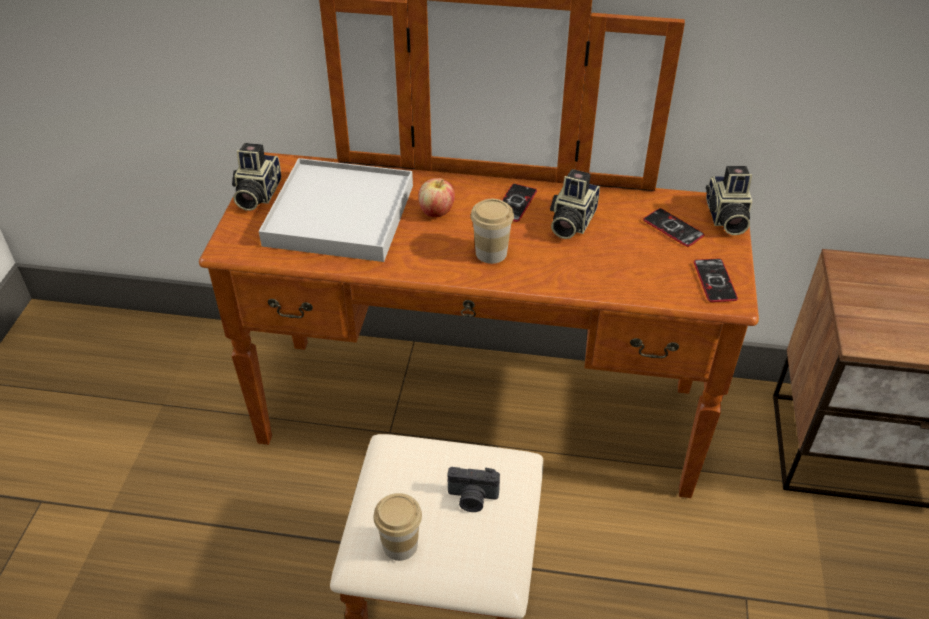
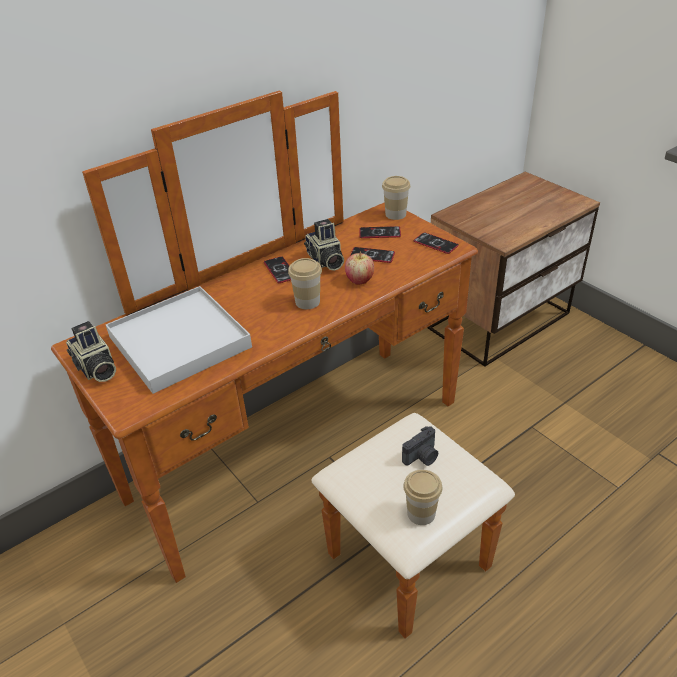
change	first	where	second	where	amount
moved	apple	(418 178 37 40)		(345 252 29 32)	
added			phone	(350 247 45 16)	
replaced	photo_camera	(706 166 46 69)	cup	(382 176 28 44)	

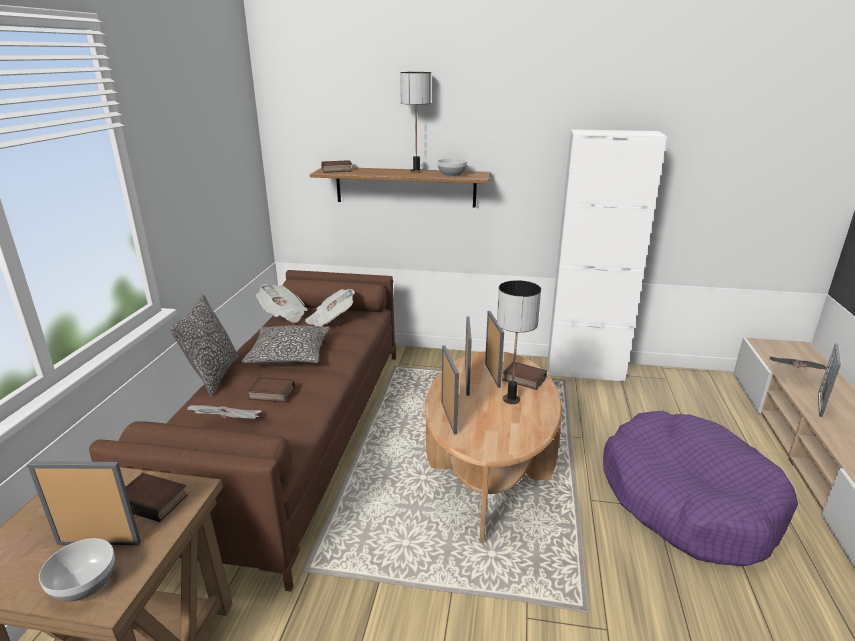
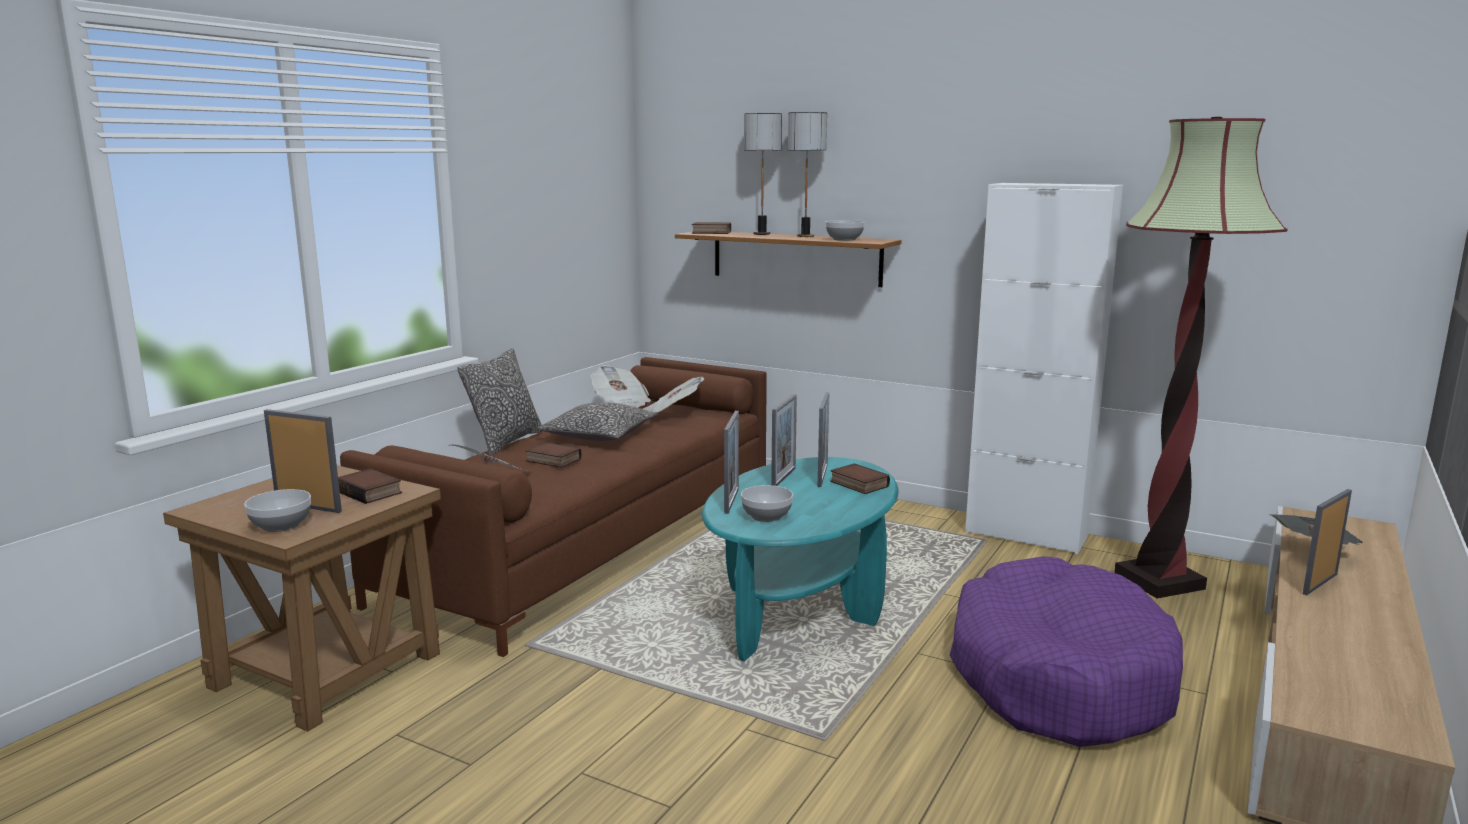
change	first	where	second	where	amount
recoloured	brown_coffee_table	(425 351 137 192)	turquoise_coffee_table	(702 457 197 204)	
added			bowl	(741 485 52 37)	
moved	table_lamp	(497 280 44 124)		(744 113 38 122)	
added			floor_lamp	(1114 117 174 481)	

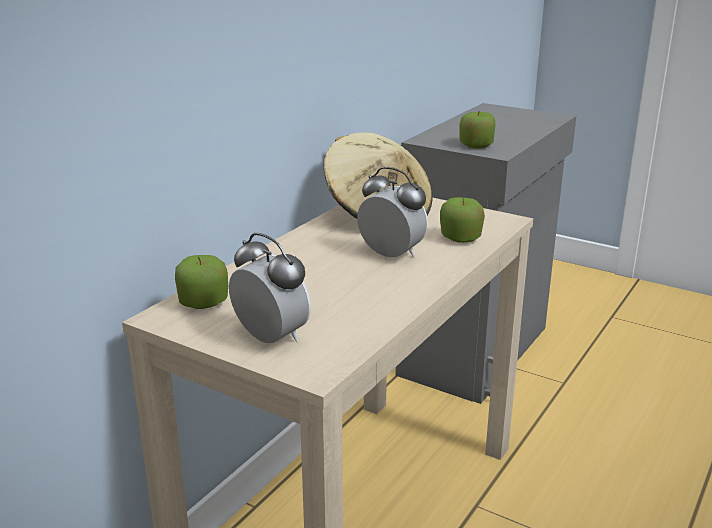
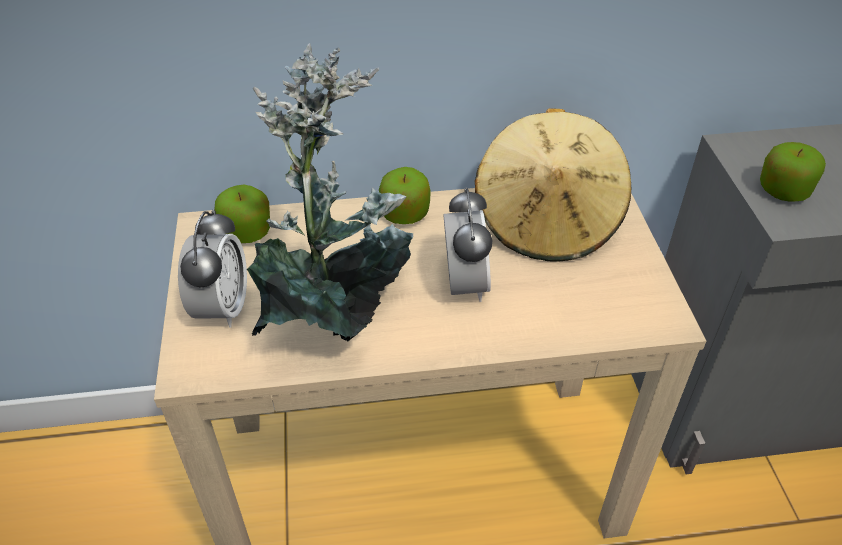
change	first	where	second	where	amount
added			potted_plant	(247 43 166 299)	
moved	apple	(440 197 45 46)		(379 167 52 57)	

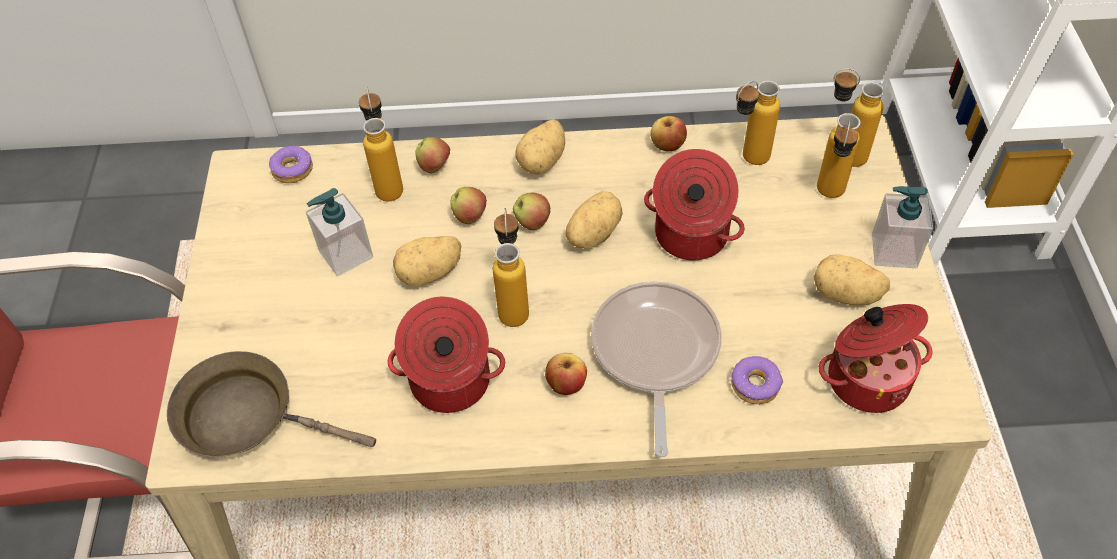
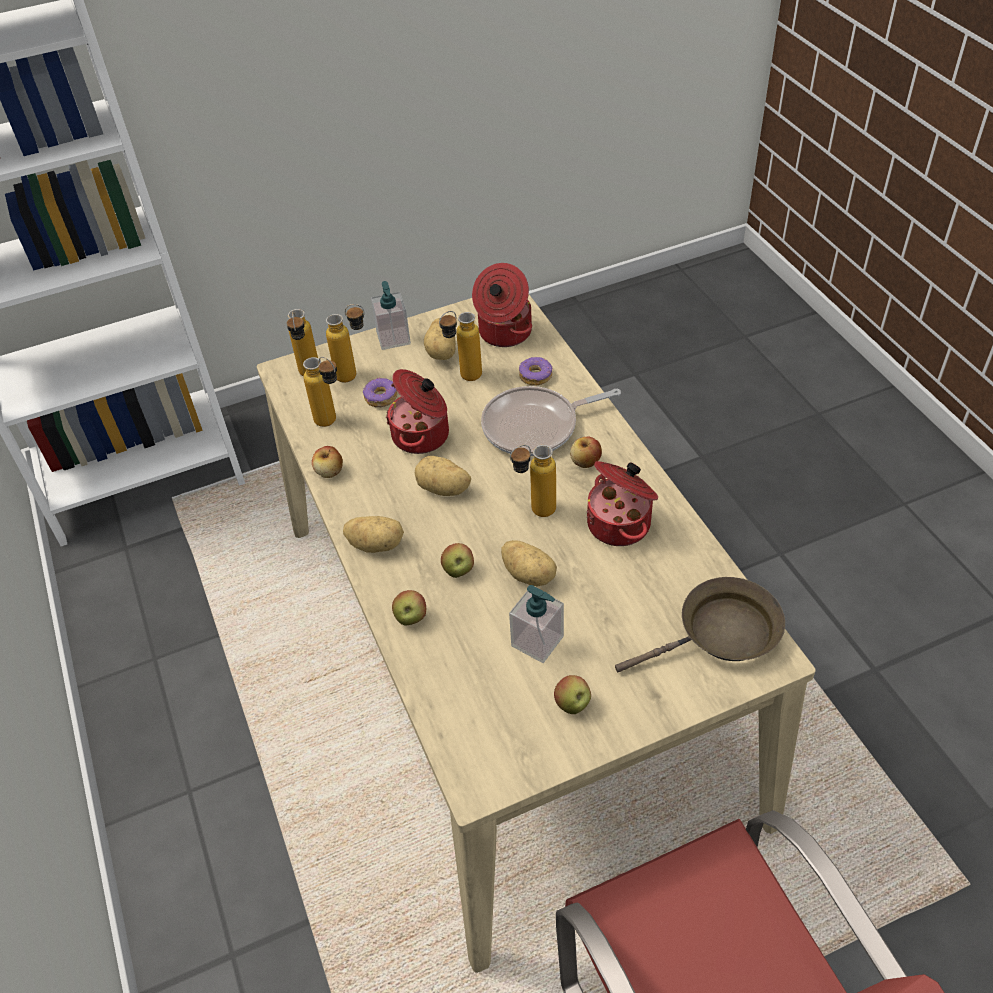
change	first	where	second	where	amount
moved	donut	(269 146 44 37)		(363 377 34 30)	
moved	bottle	(359 87 44 114)		(439 311 43 70)	
moved	apple	(513 193 37 37)		(554 675 37 39)	
turned	brown_frying_pan	(167 351 209 106)		(615 577 170 95)	105 degrees counterclockwise

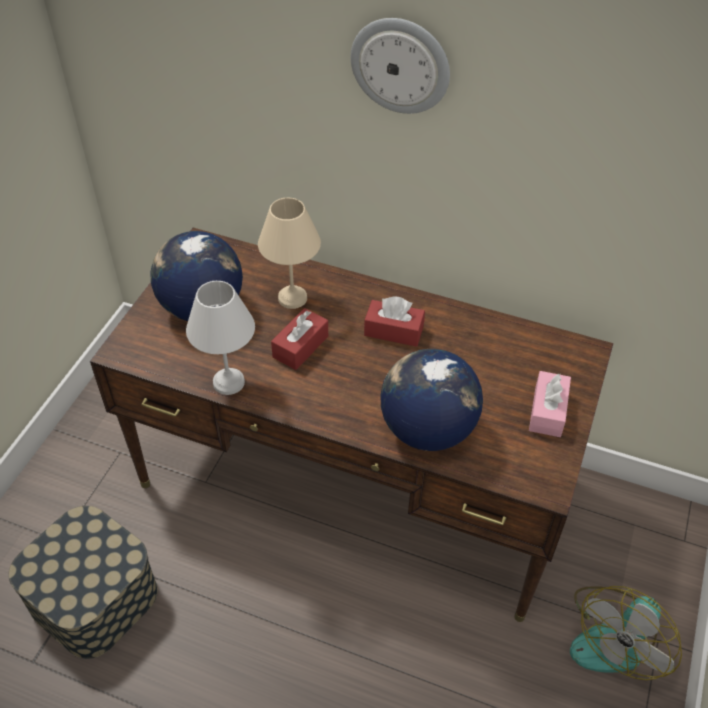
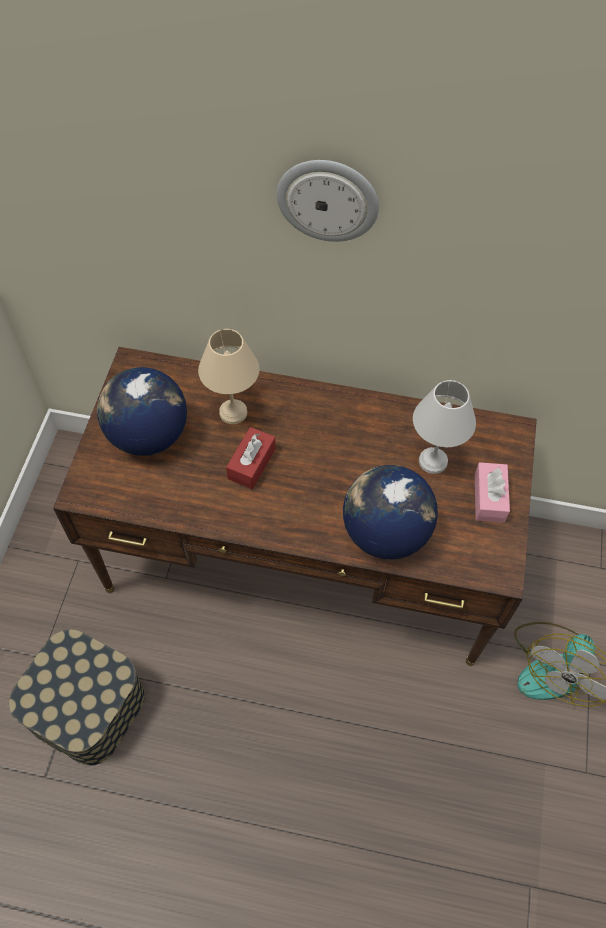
change	first	where	second	where	amount
moved	white_table_lamp	(186 281 69 114)		(413 380 63 94)	
removed	red_tissue_box	(364 296 61 51)			

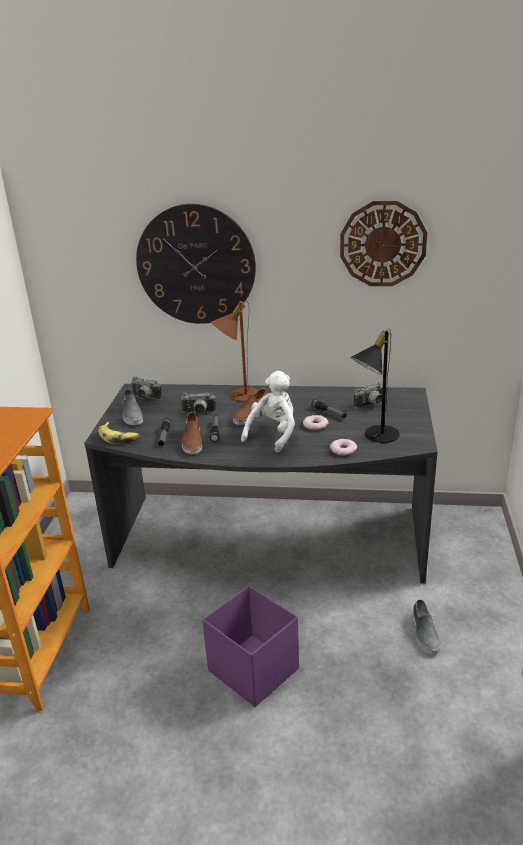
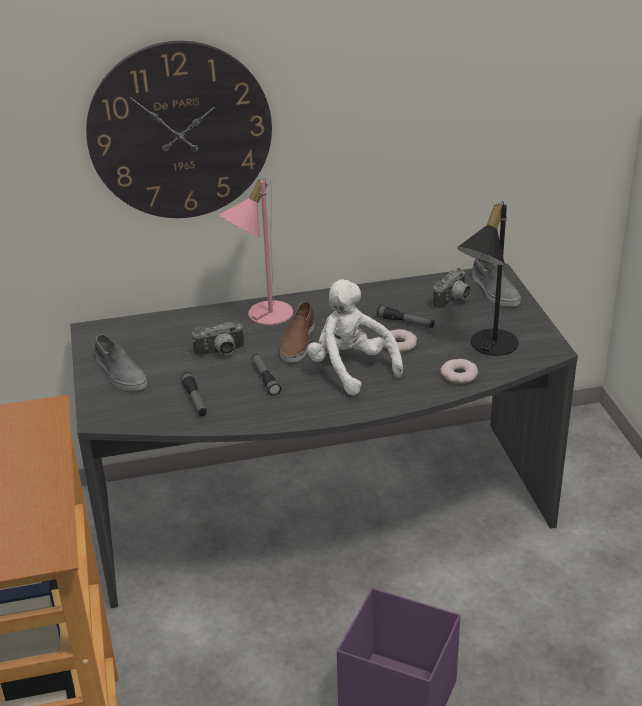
change	first	where	second	where	amount
recoloured	brown_table_lamp	(211 301 47 101)	pink_table_lamp	(219 178 74 147)	
turned	white_plush_toy	(241 371 54 81)		(307 279 96 116)	45 degrees counterclockwise
moved	grey_shoe	(413 600 27 55)		(472 258 49 49)	
removed	banana	(98 422 42 22)			
removed	photo_camera	(131 376 31 24)			
removed	brown_shoe	(181 412 21 42)			
removed	wall_clock	(340 201 87 85)			

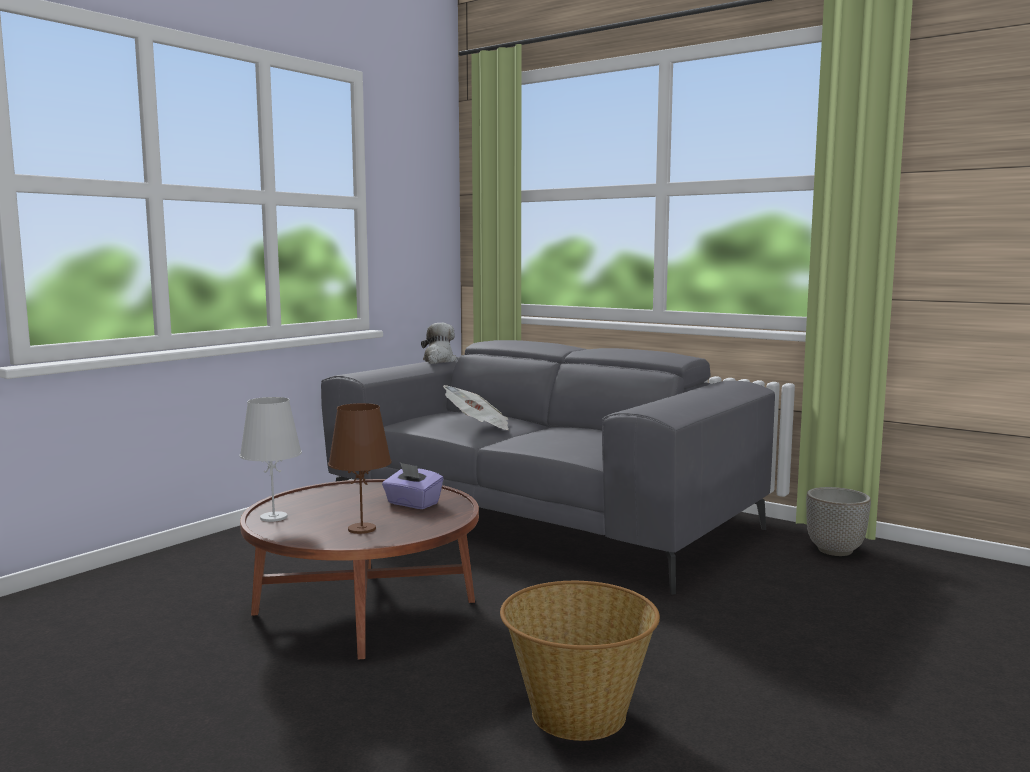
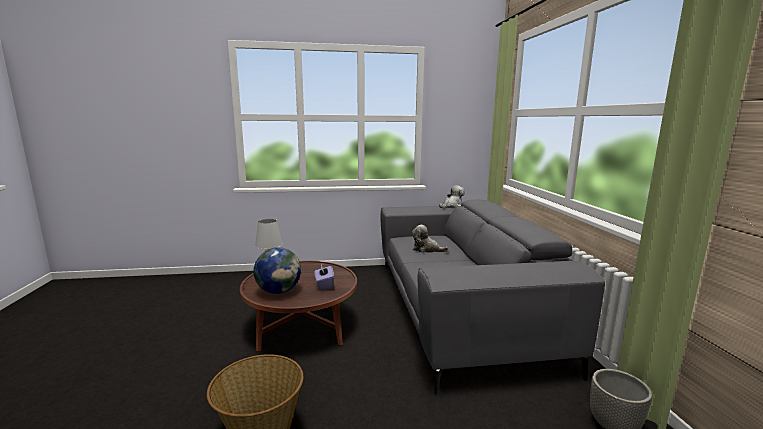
change	first	where	second	where	amount
replaced	brown_table_lamp	(328 403 64 131)	globe	(253 247 48 47)	
replaced	newspaper	(443 385 66 45)	plush_toy	(412 225 36 28)	

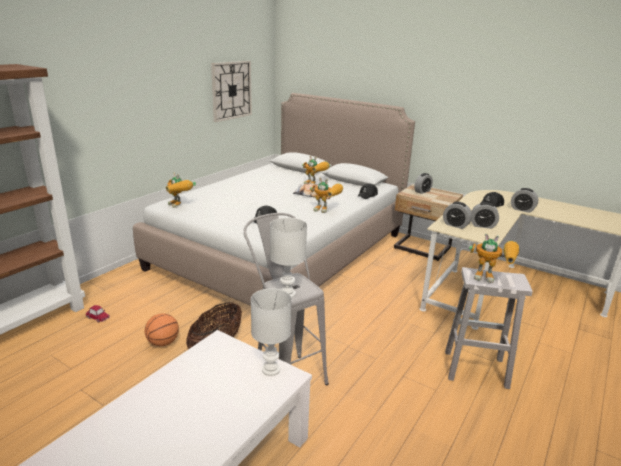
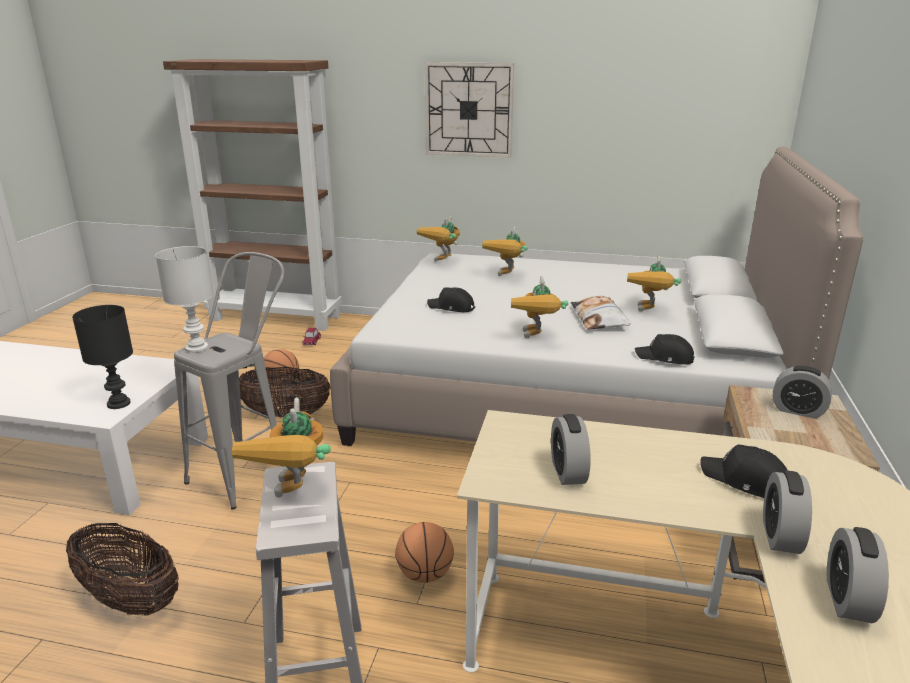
change	first	where	second	where	amount
added			basket	(66 523 113 93)	
recoloured	white_table_lamp	(251 288 41 88)	black_table_lamp	(72 305 61 104)	
added			basketball	(395 522 59 61)	
moved	wall_clock	(211 61 41 61)		(424 62 90 95)	
added			toy_robot	(482 226 46 50)	
moved	alarm_clock	(443 202 29 27)		(827 527 62 96)	

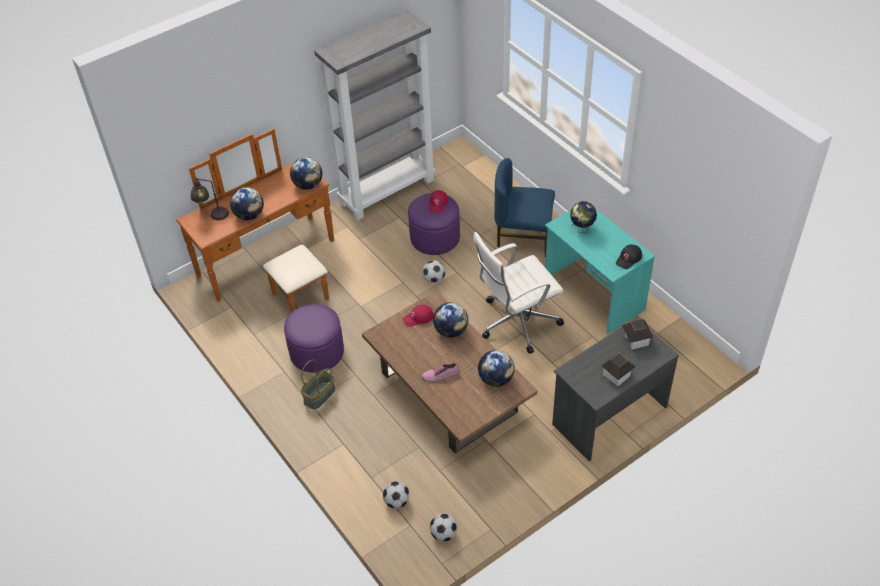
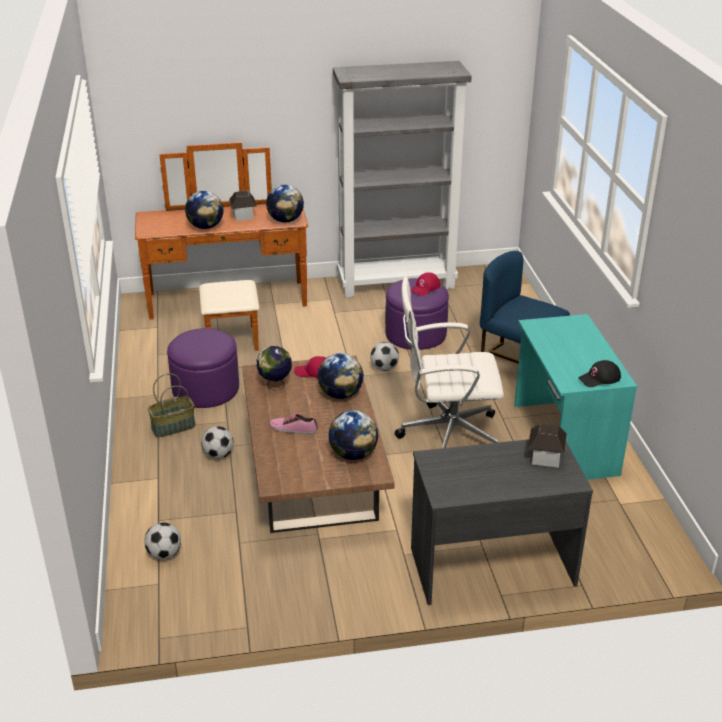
change	first	where	second	where	amount
moved	football	(430 513 27 29)		(201 426 33 33)	
moved	toy_house	(601 353 35 33)		(229 190 28 31)	
moved	globe	(570 201 27 32)		(257 346 35 45)	
removed	table_lamp	(191 178 38 42)			

